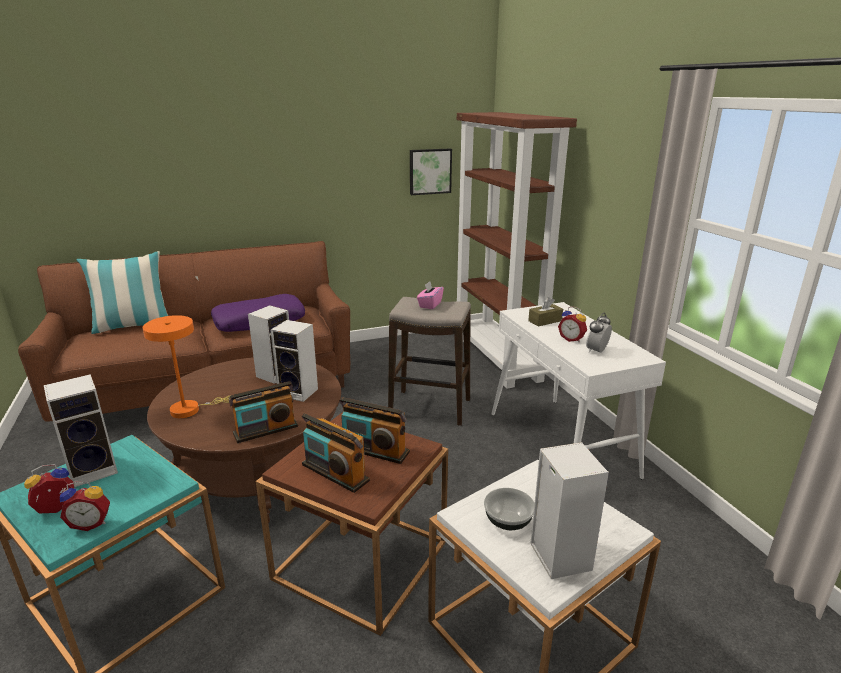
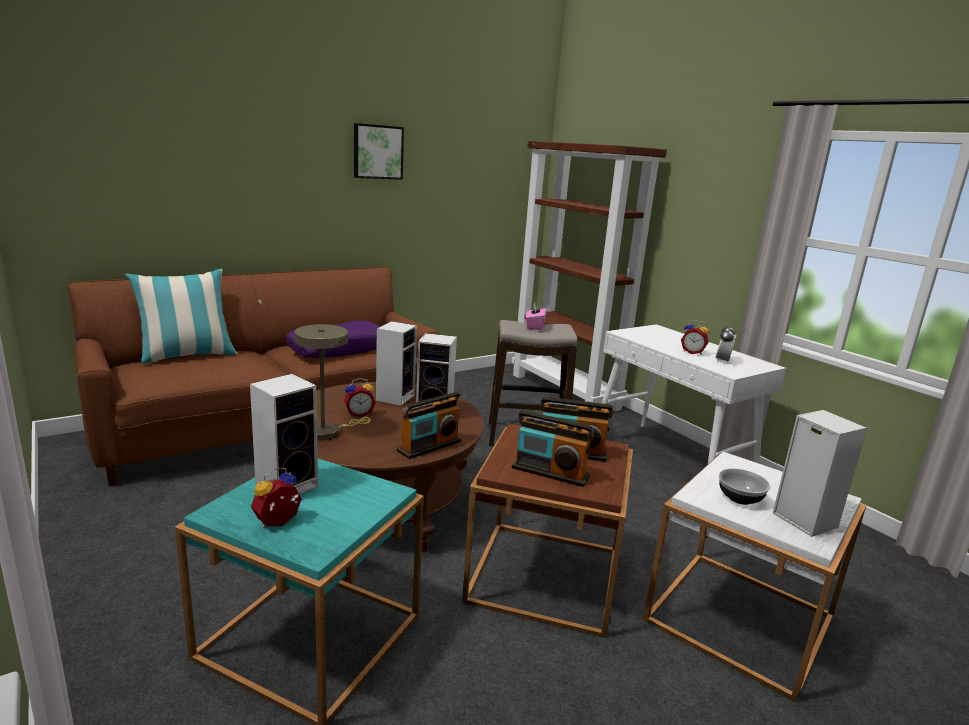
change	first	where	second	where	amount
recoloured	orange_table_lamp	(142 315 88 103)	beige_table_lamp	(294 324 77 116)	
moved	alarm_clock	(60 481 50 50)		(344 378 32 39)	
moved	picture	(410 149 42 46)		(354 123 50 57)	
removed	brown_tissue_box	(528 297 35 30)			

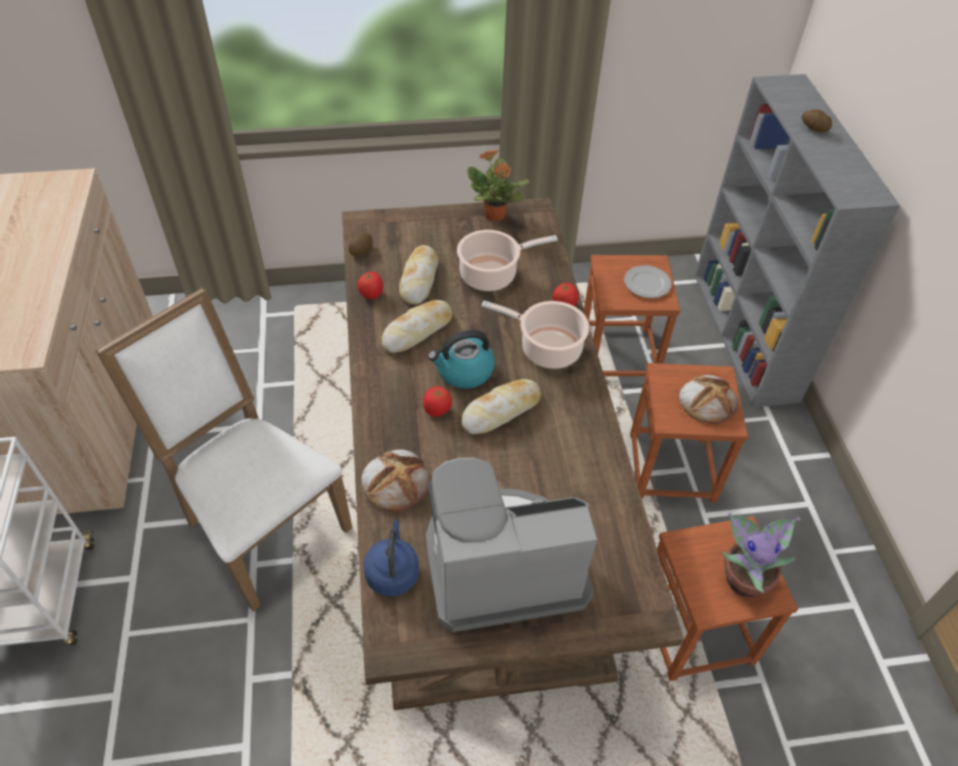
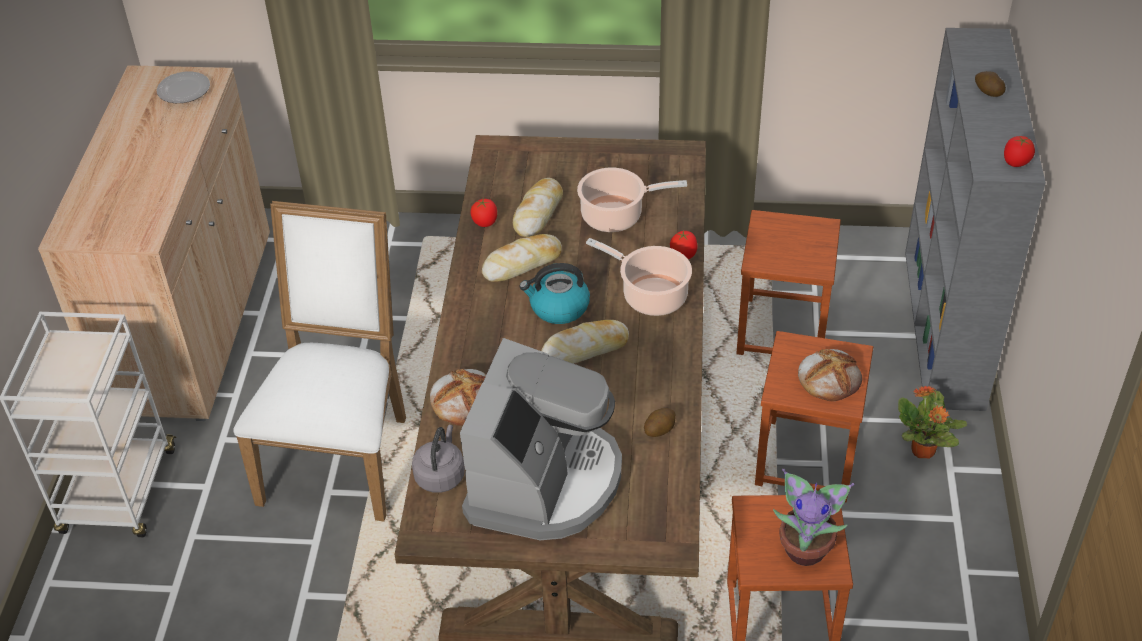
change	first	where	second	where	amount
moved	plate	(624 265 48 33)		(157 71 53 32)	
turned	white_chair	(95 287 257 325)		(233 201 173 320)	45 degrees clockwise
recoloured	blue_kettle	(363 520 56 77)	grey_kettle	(412 425 53 68)	
turned	coffee_machine	(426 458 171 174)		(460 338 162 202)	105 degrees clockwise
moved	potato	(348 233 24 23)		(644 408 32 29)	
moved	potted_plant	(467 150 62 71)		(898 386 69 72)	
moved	tomato	(423 386 29 31)		(1004 136 31 31)	

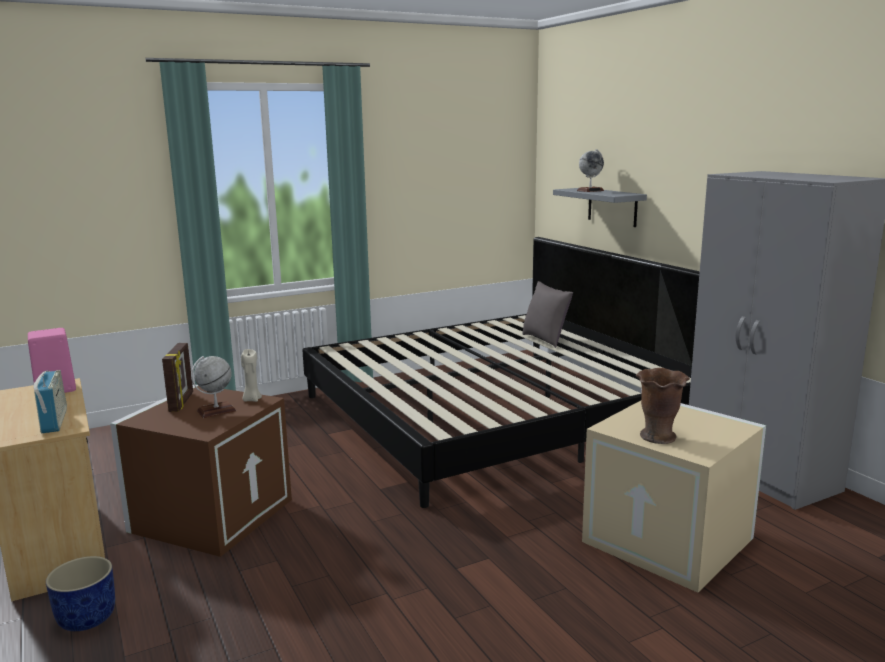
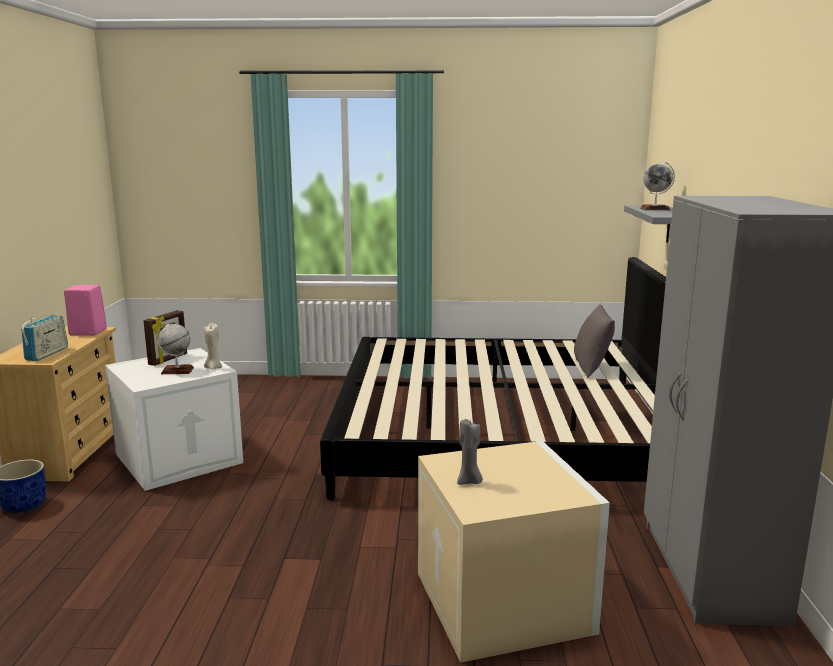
change	first	where	second	where	amount
recoloured	brown_storage_box	(110 385 182 172)	white_storage_box	(105 348 138 143)	
replaced	brown_vase	(636 368 54 76)	grey_candle	(457 419 26 66)	

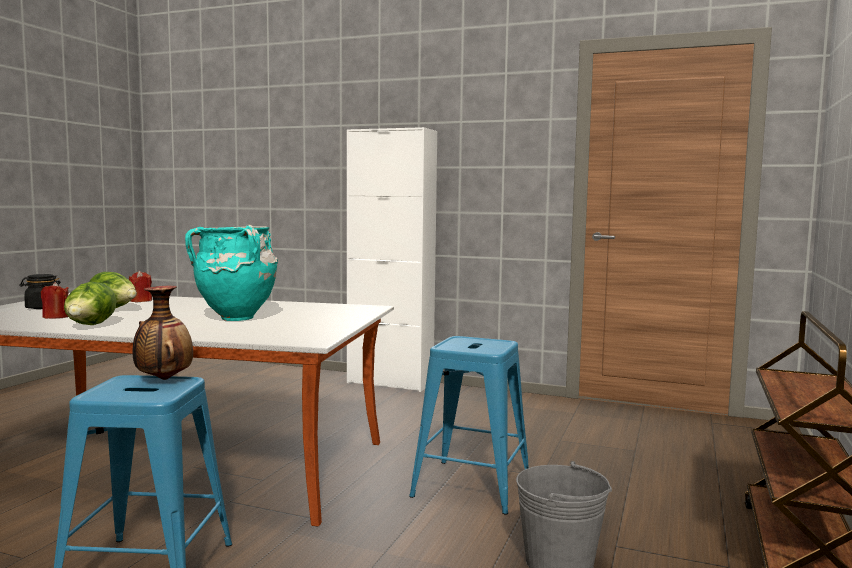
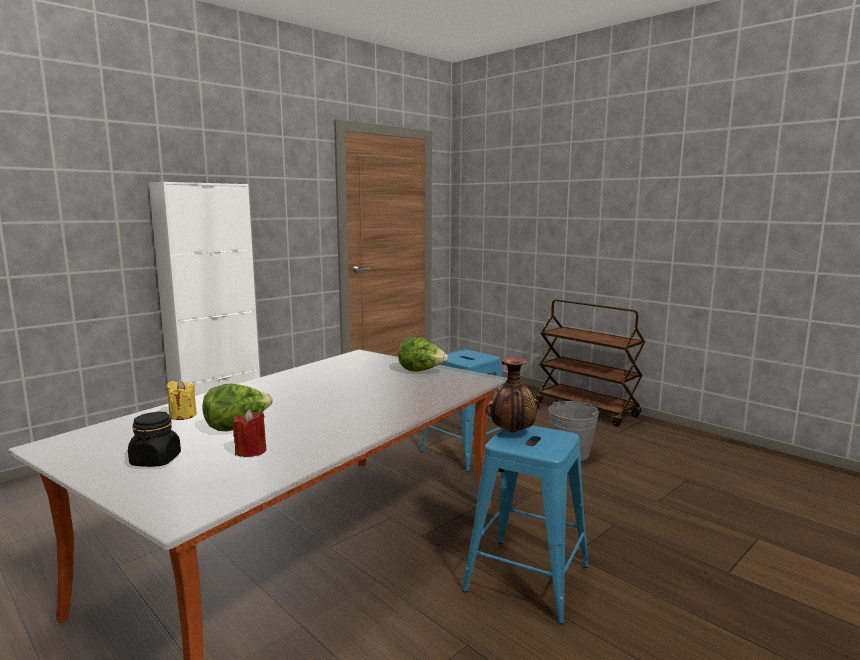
change	first	where	second	where	amount
recoloured	red_candle	(129 271 23 31)	yellow_candle	(166 380 31 40)	
moved	lettuce	(64 282 53 43)		(398 337 50 35)	
removed	turquoise_vase	(185 225 93 96)			

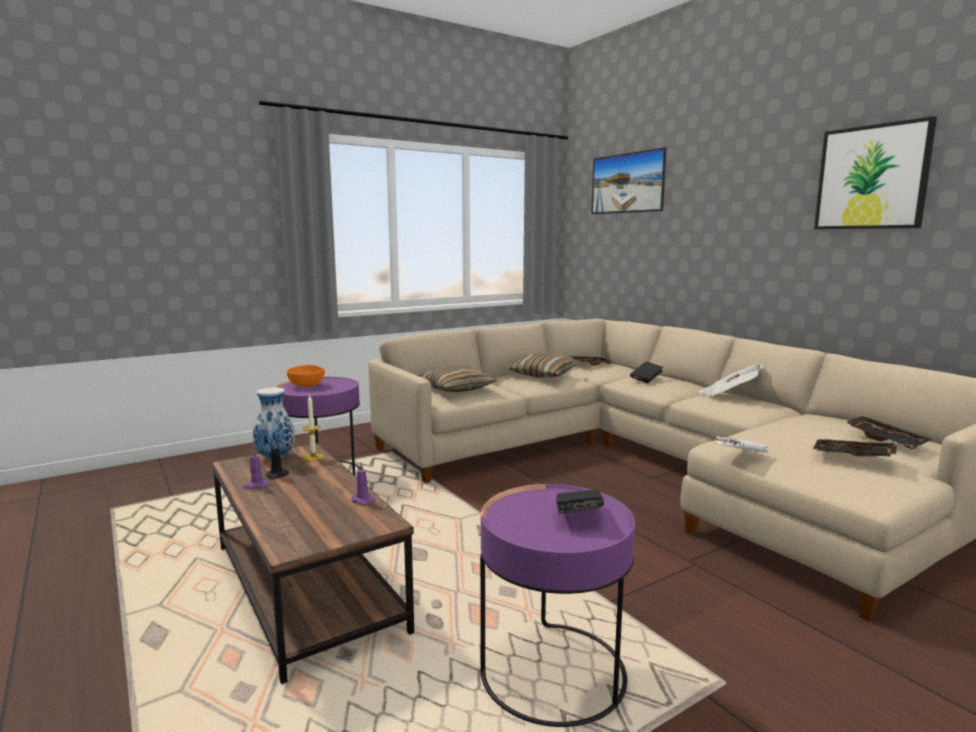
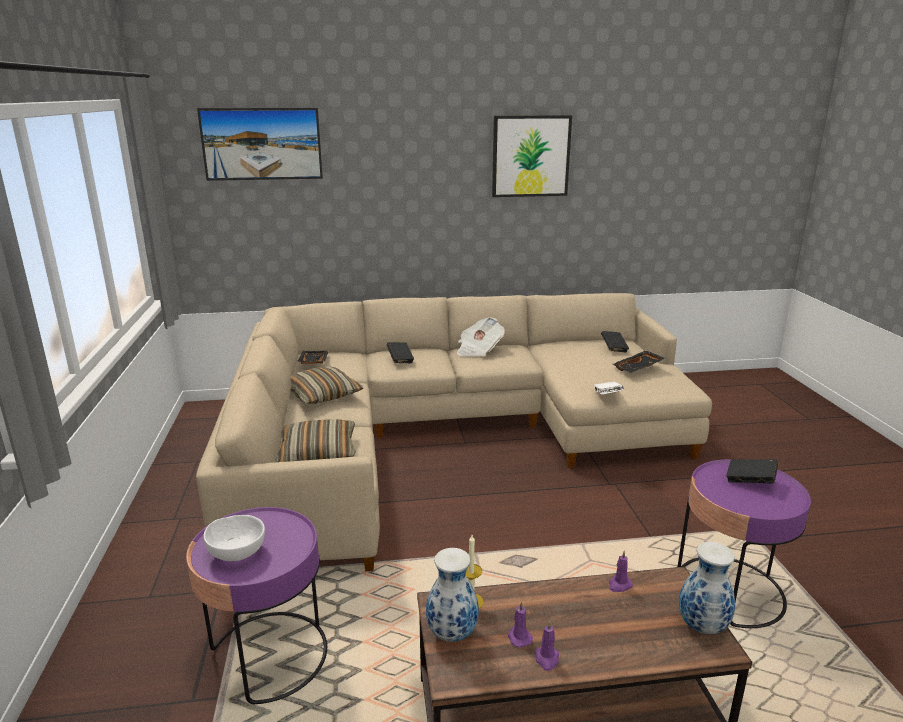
change	first	where	second	where	amount
recoloured	orange_bowl	(287 365 38 22)	white_bowl	(204 515 61 46)	
recoloured	black_candle	(266 440 23 39)	purple_candle	(508 601 25 46)	
replaced	black_tray	(845 416 87 34)	black_book	(601 331 28 21)	
added			vase	(679 542 56 92)	

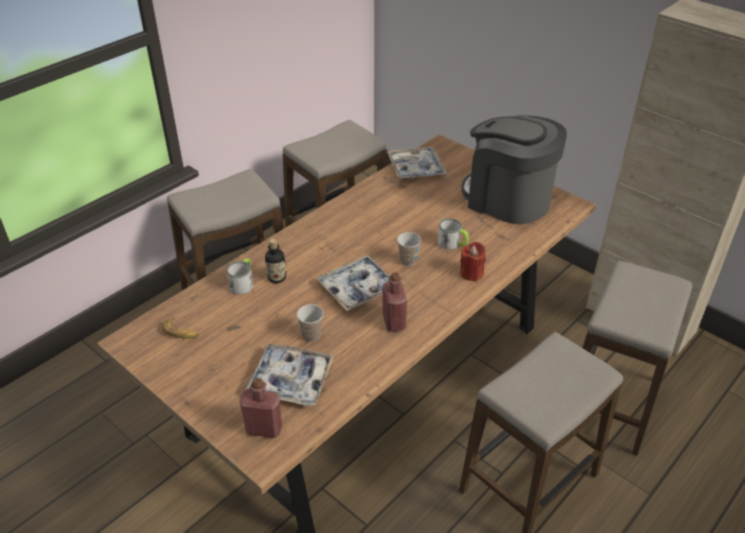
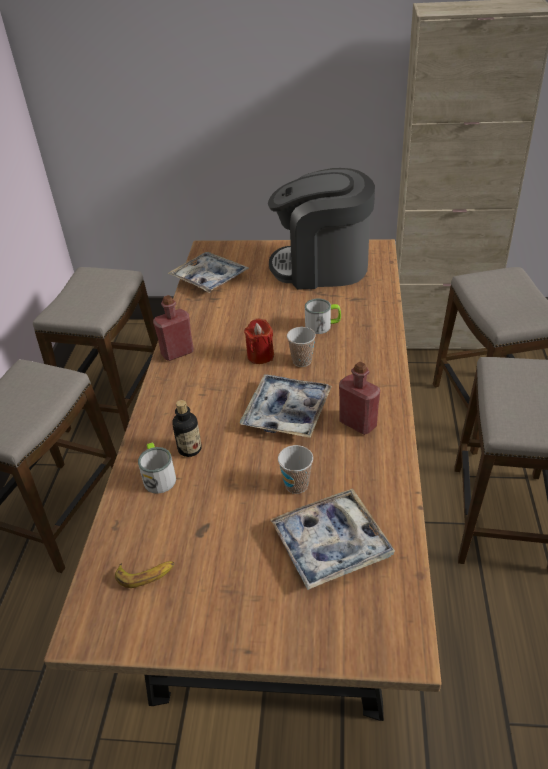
change	first	where	second	where	amount
moved	red_bottle	(240 378 42 60)		(153 295 41 66)	
moved	red_candle	(460 242 26 39)		(244 319 30 45)	

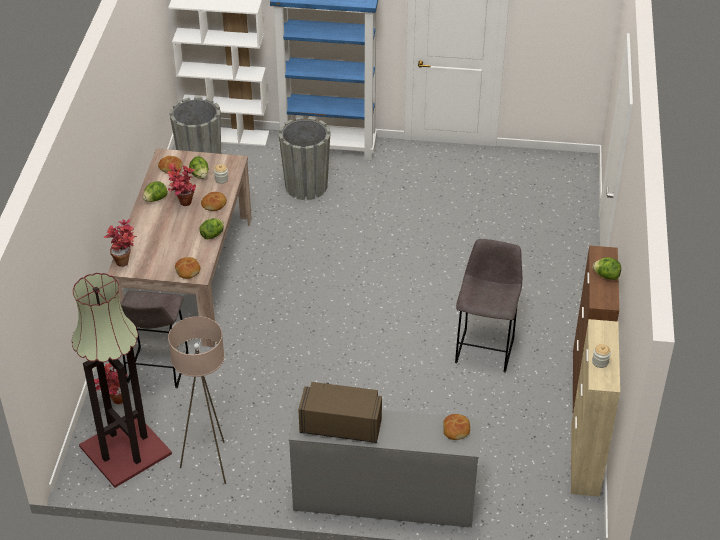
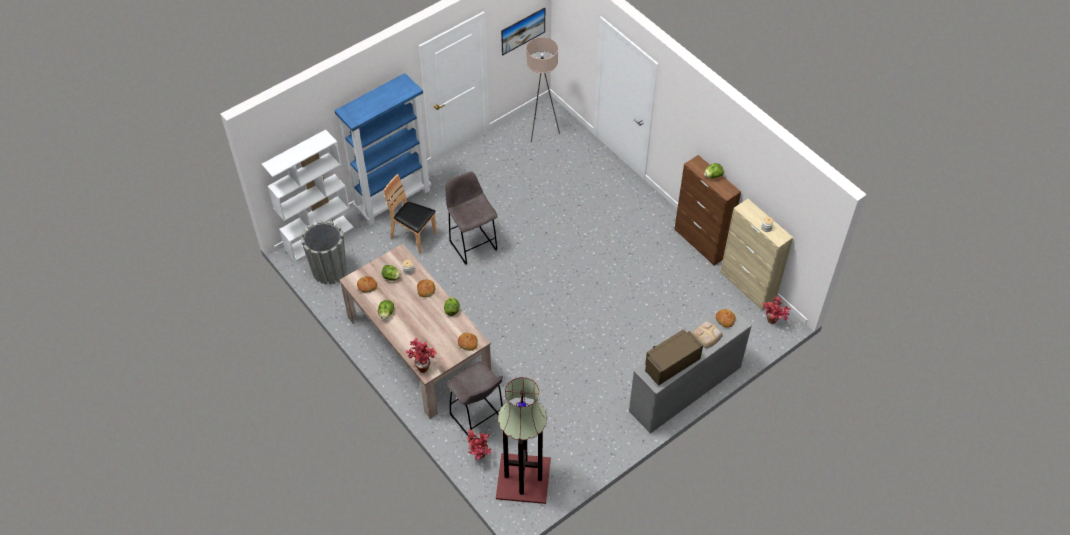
change	first	where	second	where	amount
replaced	grey_planter	(278 117 53 83)	brown_chair	(383 174 54 80)	
moved	grey_stool	(455 239 67 134)		(445 171 53 94)	
added			picture	(501 7 44 48)	
moved	beige_floor_lamp	(168 316 58 168)		(526 37 34 105)	
added			bread	(692 321 31 27)	
moved	potted_plant	(167 163 29 43)		(762 296 29 28)	

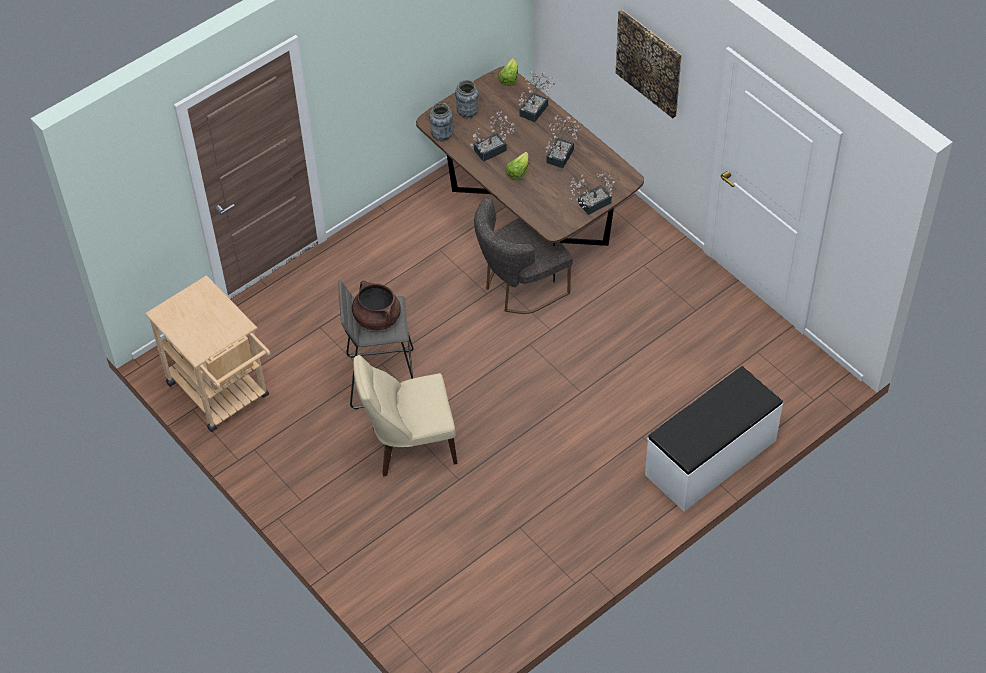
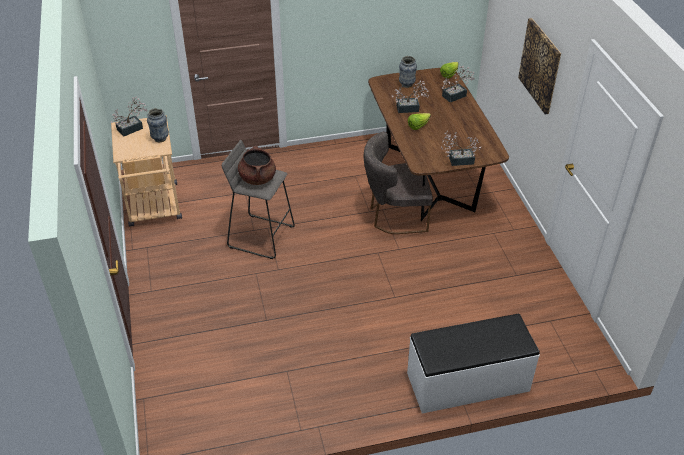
change	first	where	second	where	amount
moved	potted_plant	(545 115 36 53)		(111 97 36 40)	
moved	vase	(429 103 24 39)		(147 108 22 34)	
removed	beige_chair	(353 355 105 121)			

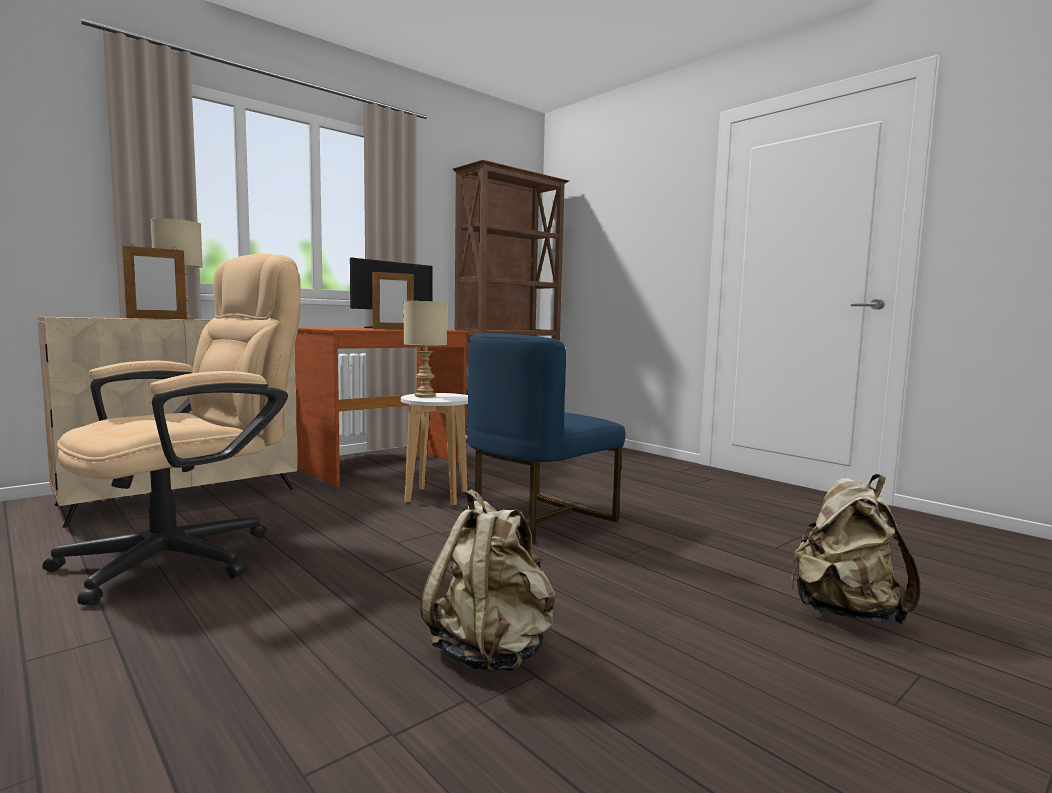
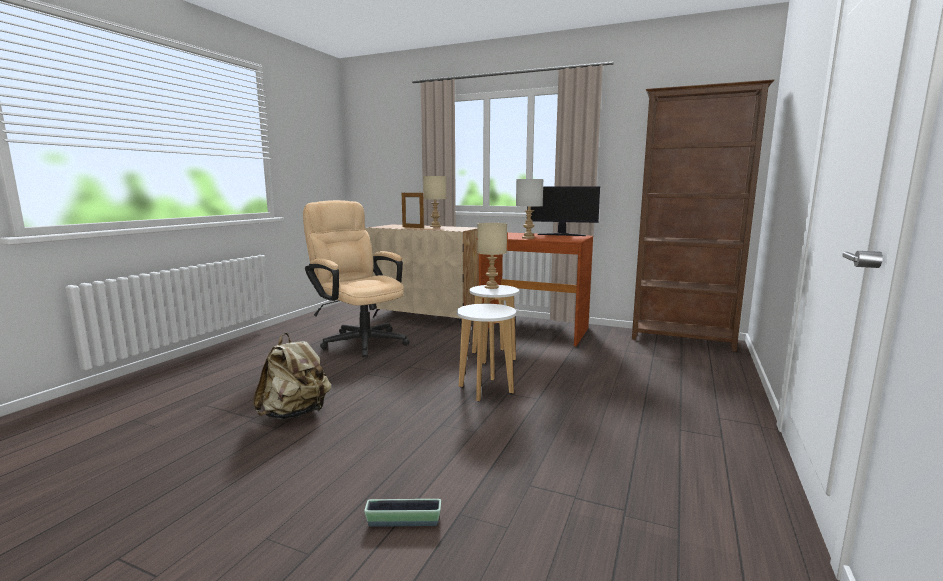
change	first	where	second	where	amount
turned	beige_office_chair	(42 254 259 351)		(303 200 107 157)	150 degrees counterclockwise
replaced	beige_backpack	(790 474 131 151)	planter	(364 499 77 28)	
replaced	blue_chair	(467 333 158 211)	white_stool	(457 304 59 97)	
replaced	picture_frame	(372 270 42 60)	grey_table_lamp	(516 179 27 60)	

